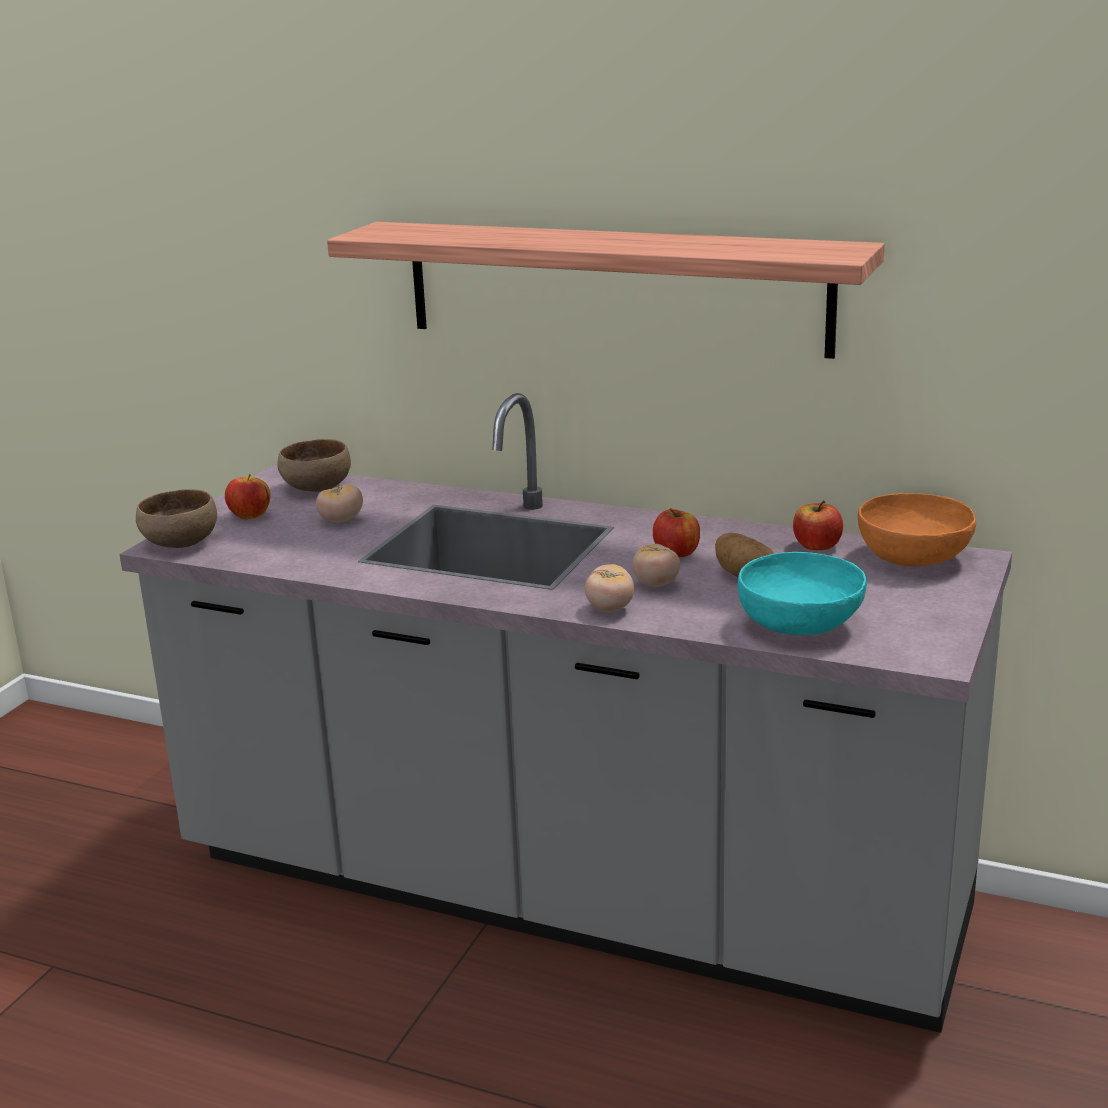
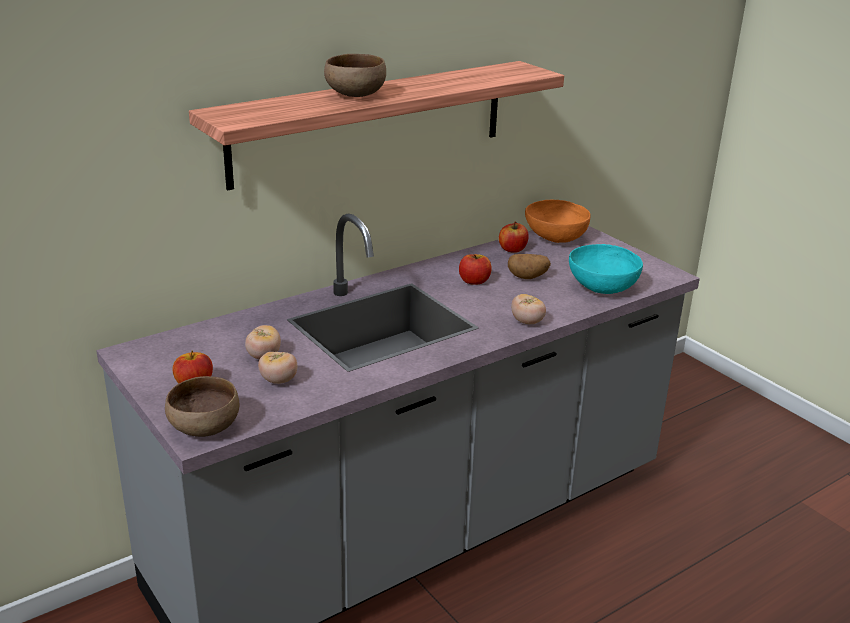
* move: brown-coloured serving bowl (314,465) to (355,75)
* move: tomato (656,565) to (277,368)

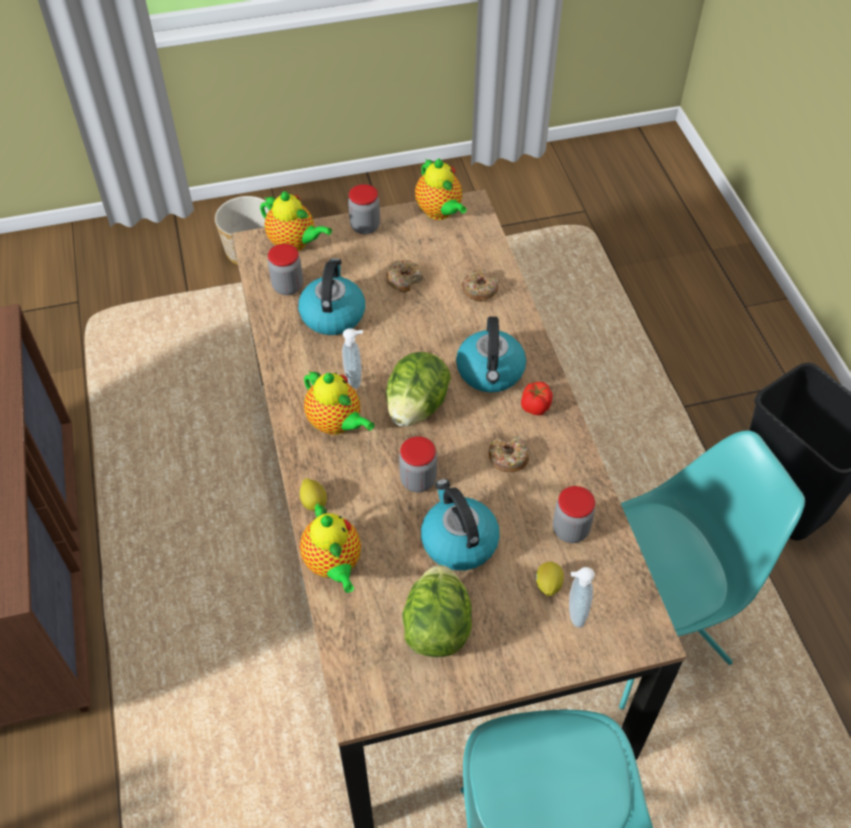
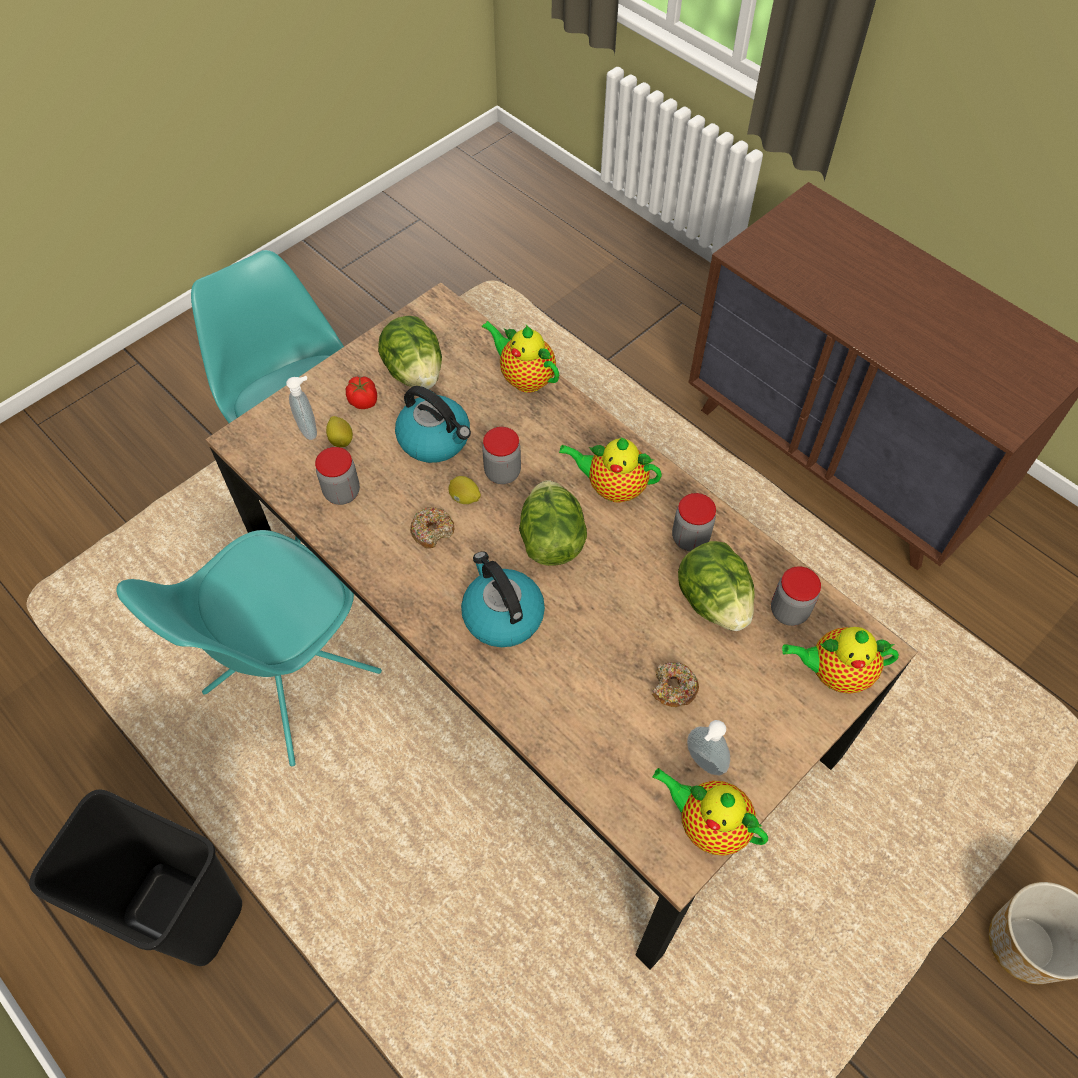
* delete: ring doughnut (480,285)
* move: lemon (313,494) to (464,490)
* move: soap dispenser (352,358) to (708,747)
* move: jar (364,209) to (694,522)
* move: tomato (537,398) to (361,393)
* replace: water kettle (331,296) to lettuce head (716,586)

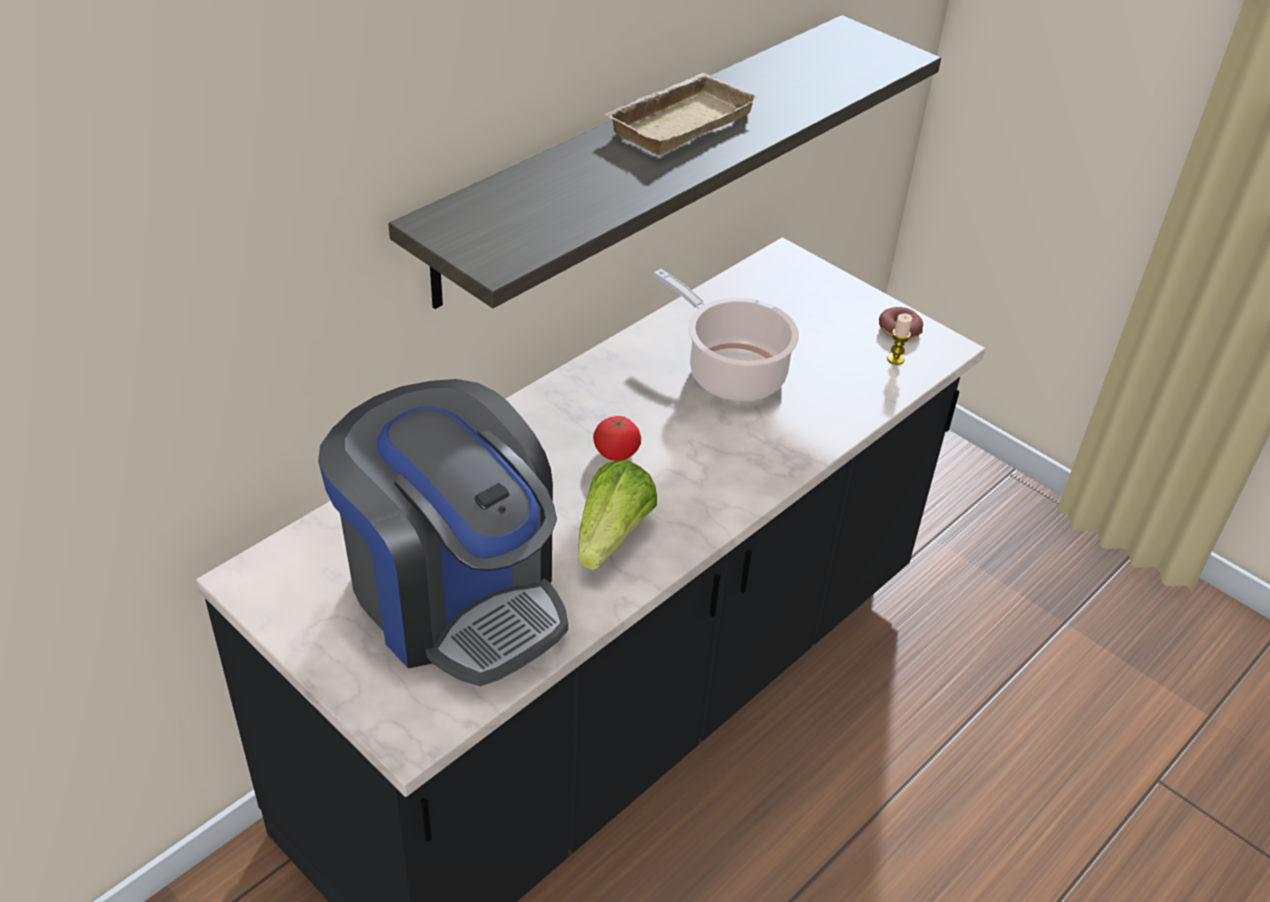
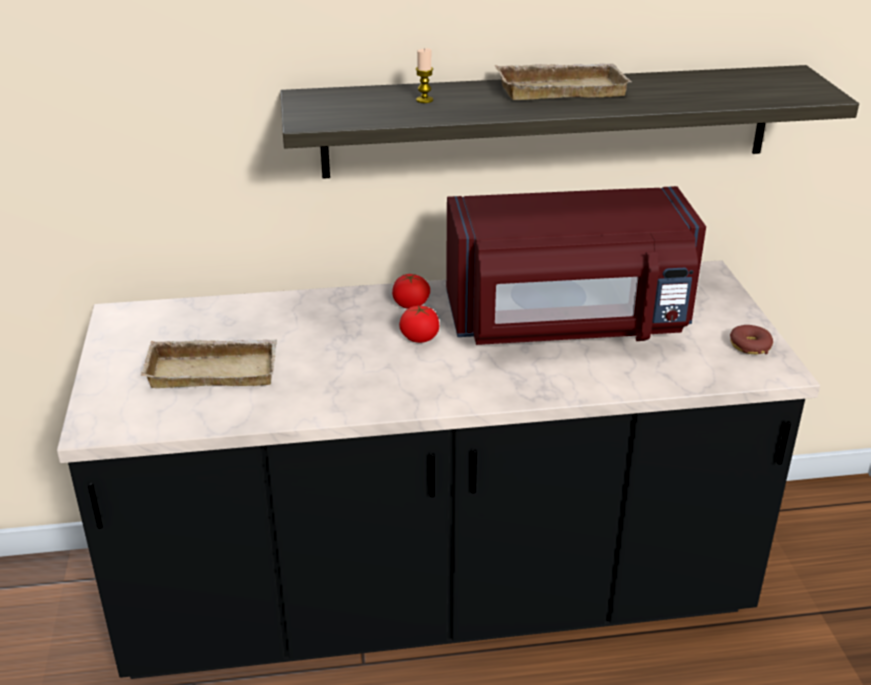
* delete: lettuce head (617,515)
* insert: tomato (411,291)
* move: wax light (899,339) to (424,75)
* replace: coffee maker (443,532) to beige-coloured serving tray (209,363)
* replace: stockpot (726,335) to reddish microwave oven (576,265)

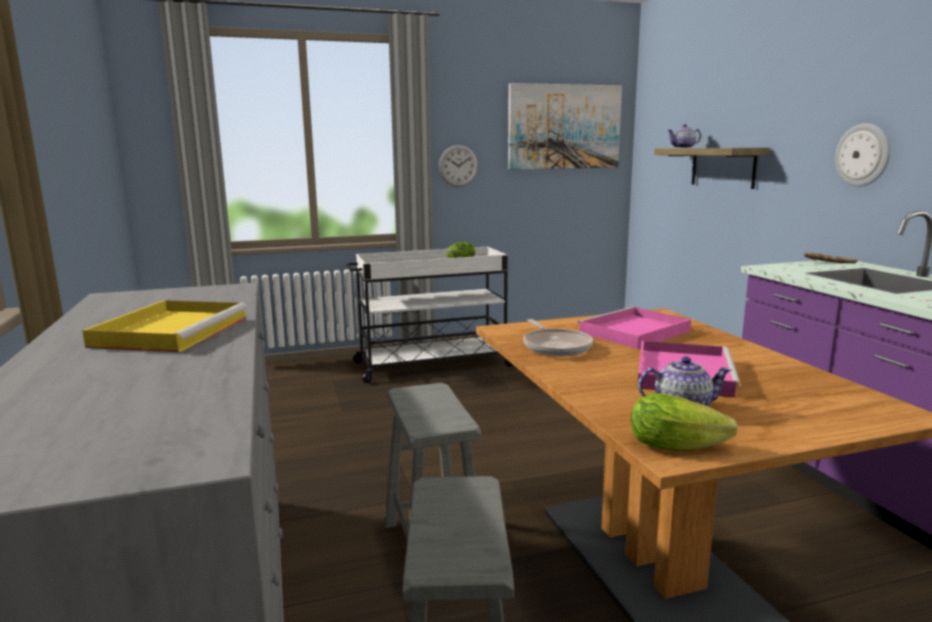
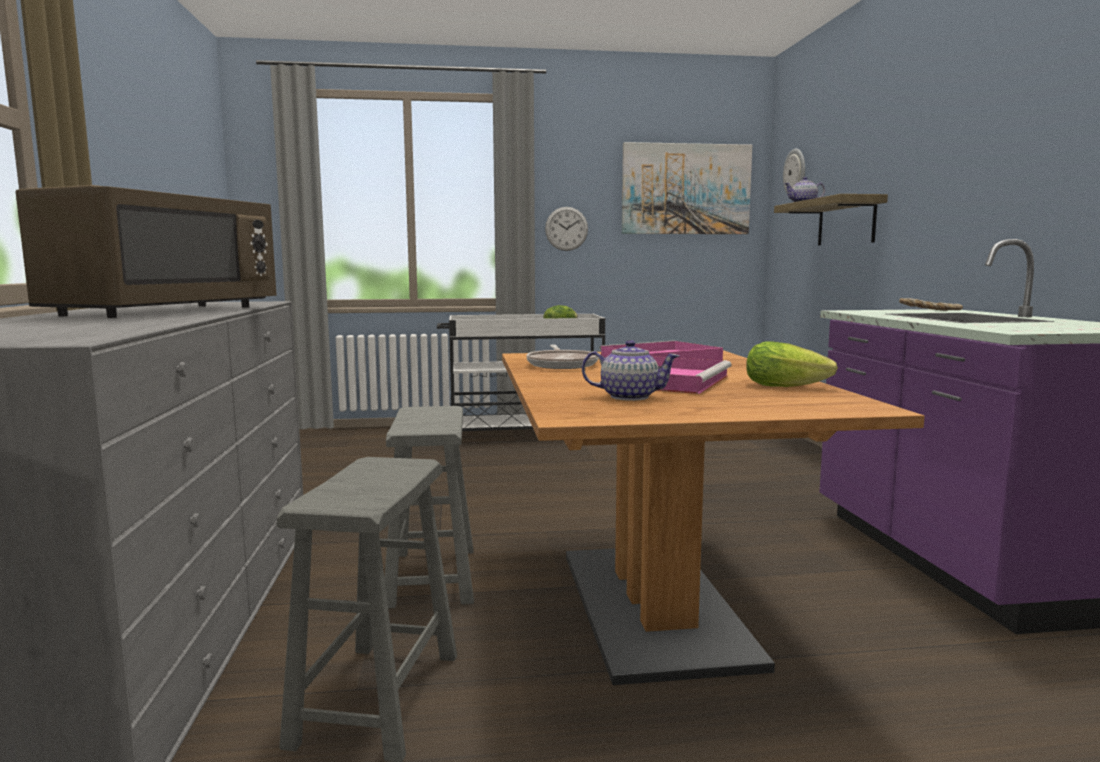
* move: lettuce head (684,422) to (792,364)
* move: clock on the wall (862,155) to (794,171)
* replace: yellowish serving tray (165,326) to brown-coloured microwave oven (146,251)

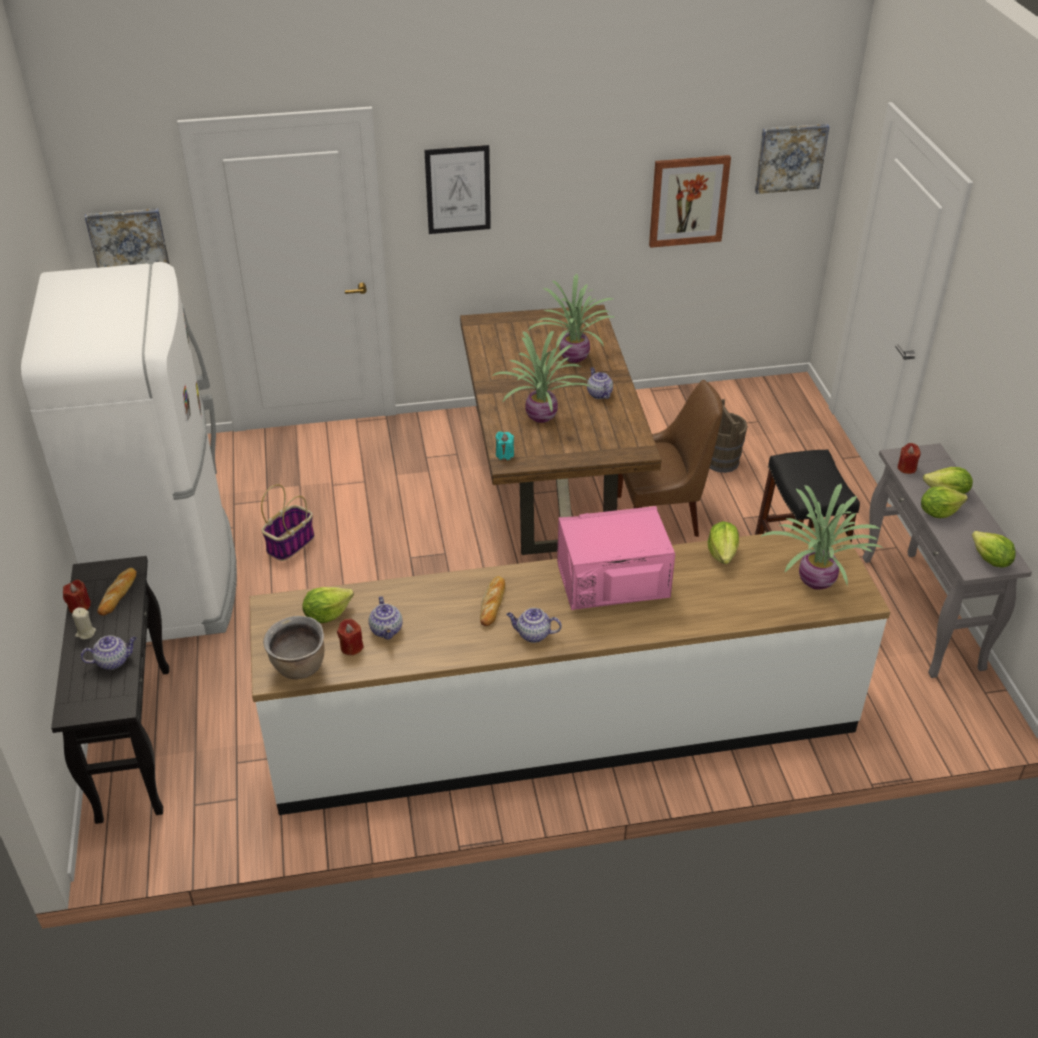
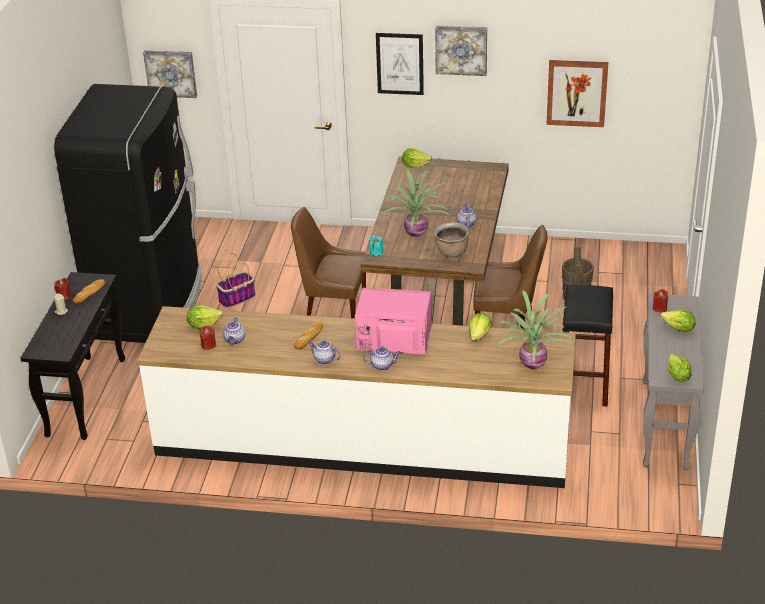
* delete: houseplant (572,318)
* insert: brown-coloured plain chair (328,263)
* move: tea pot (108,652) to (382,358)
* move: brown-coloured stockpot (294,647) to (451,239)
* move: picture (792,159) to (461,50)
* move: lettuce head (944,502) to (417,158)
* recolor: whitish kitchen fridge (128,452) to black kitchen fridge (127,213)

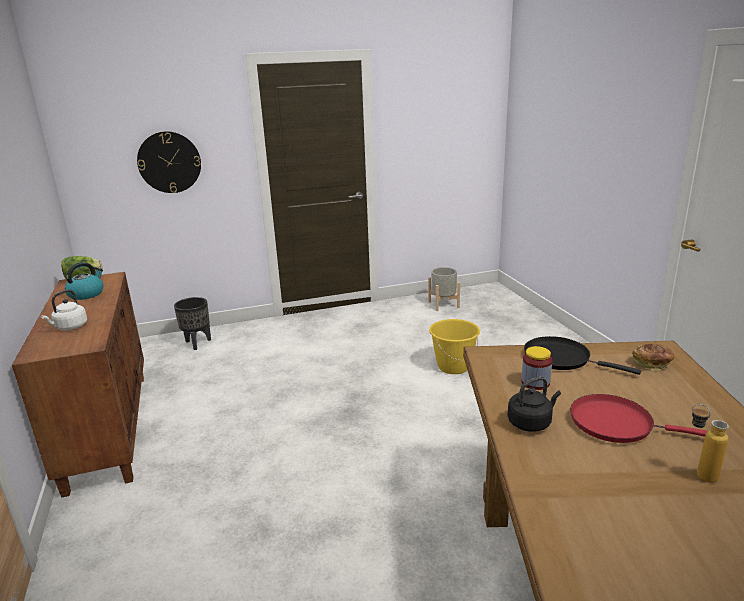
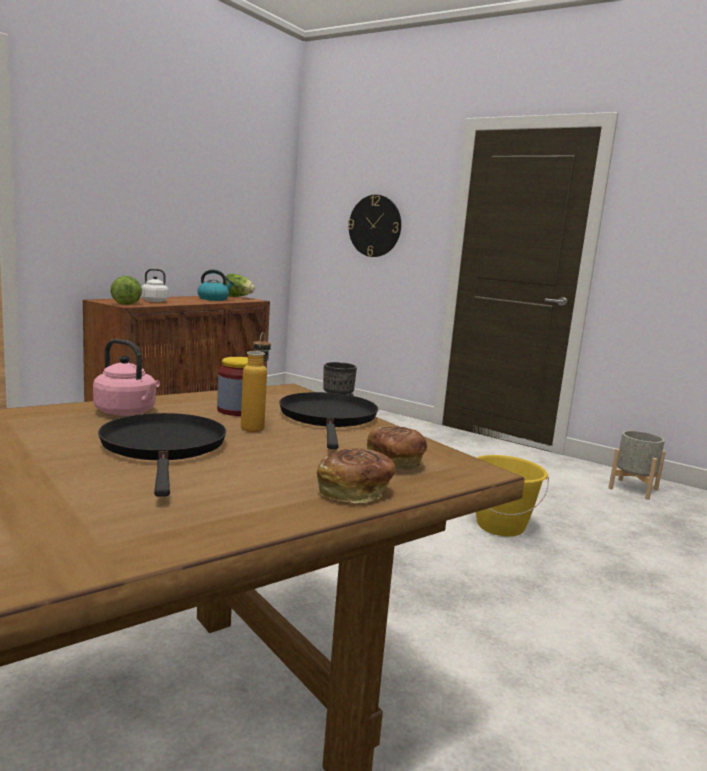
* insert: lettuce head (126,290)
* insert: bakery bread (356,475)
* move: beverage bottle (710,443) to (256,382)
* recolor: black water kettle (534,404) to pink water kettle (126,377)
* recolor: reddish pan (638,418) to black pan (162,455)

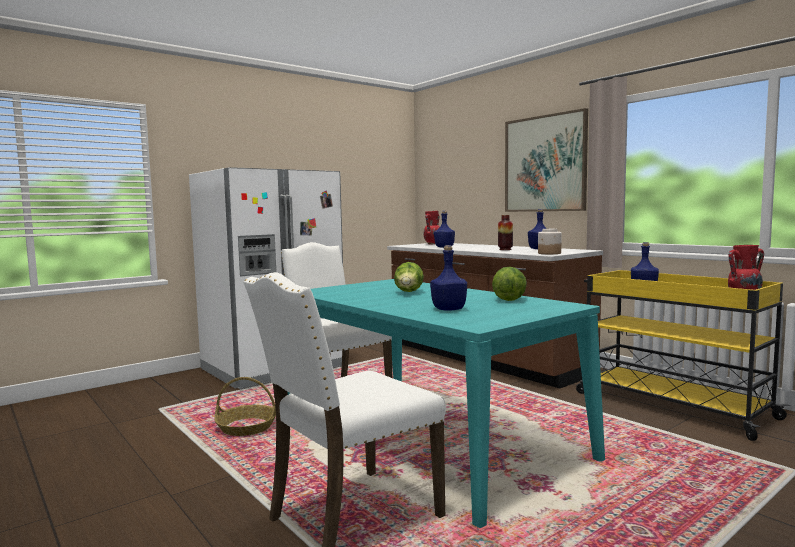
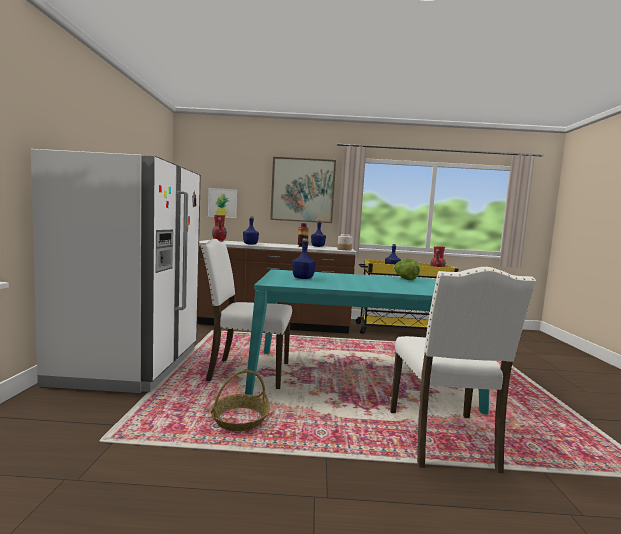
* delete: lettuce head (409,277)
* insert: picture (222,203)
* move: blue beverage bottle (448,278) to (304,258)

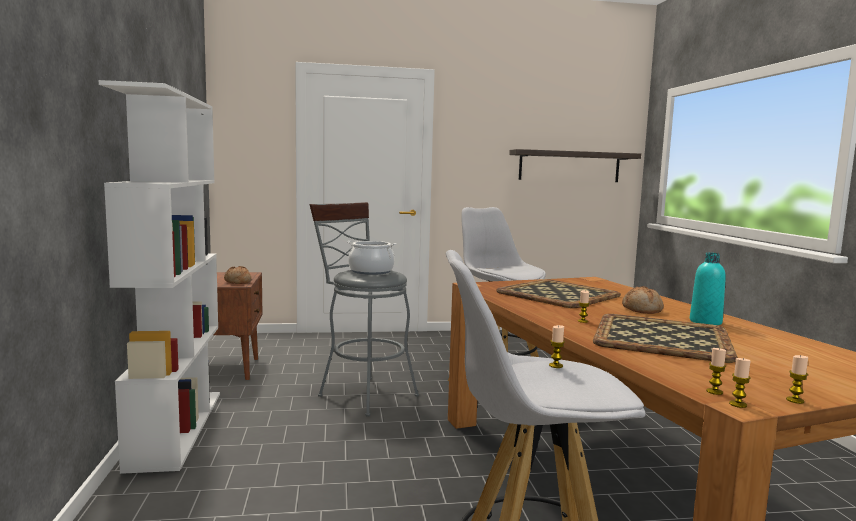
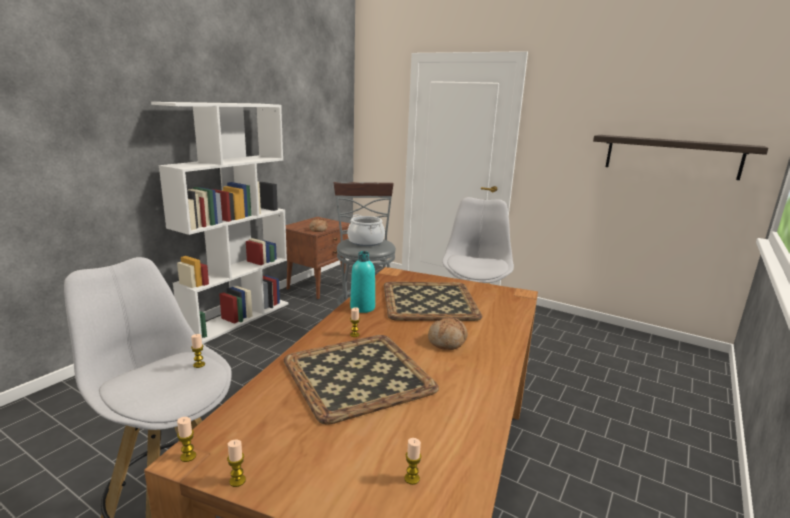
* move: turquoise beverage bottle (708,289) to (362,282)
* move: wax light (716,371) to (413,461)

